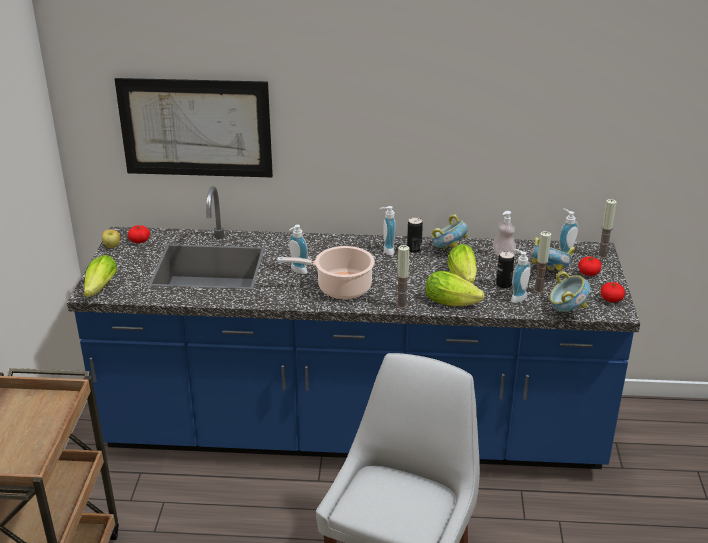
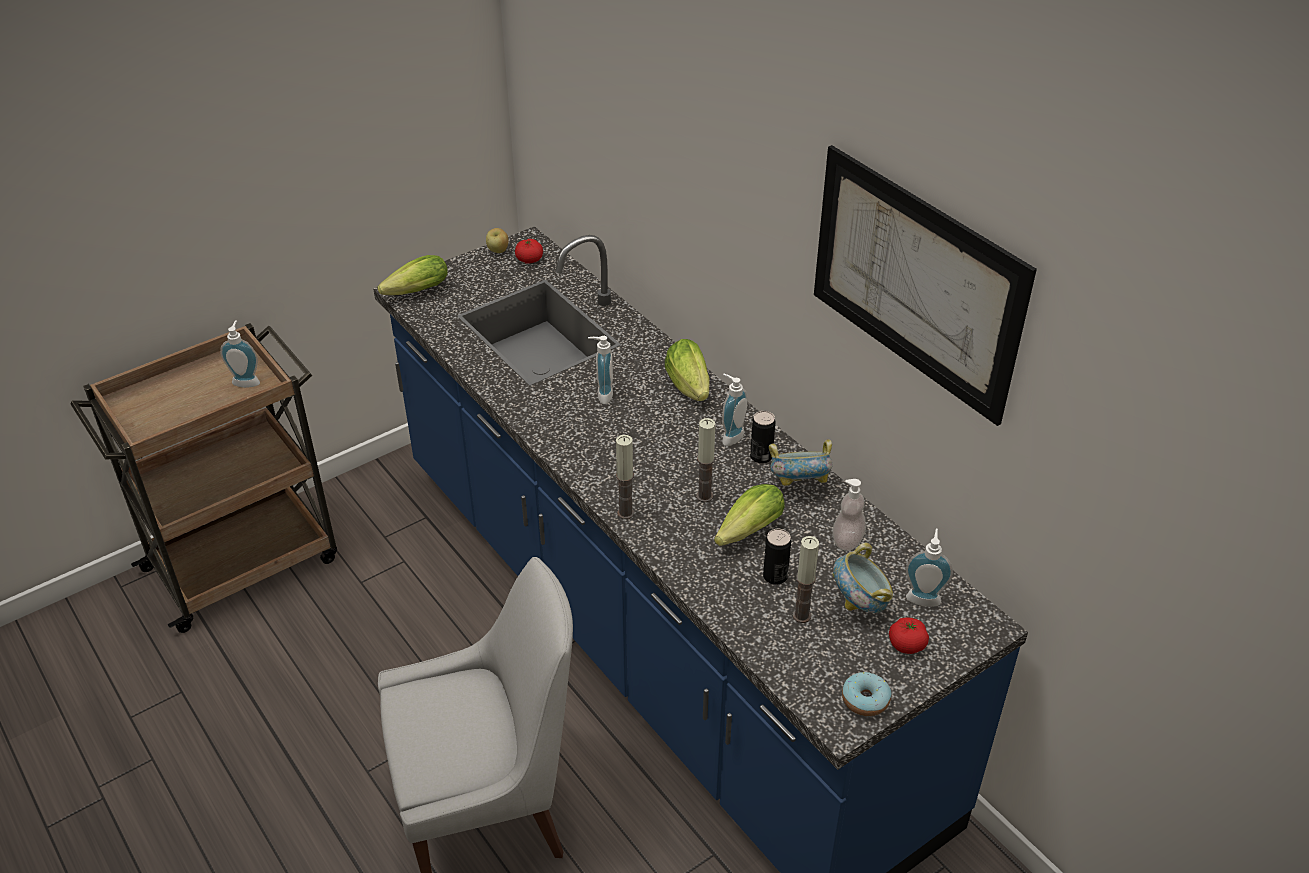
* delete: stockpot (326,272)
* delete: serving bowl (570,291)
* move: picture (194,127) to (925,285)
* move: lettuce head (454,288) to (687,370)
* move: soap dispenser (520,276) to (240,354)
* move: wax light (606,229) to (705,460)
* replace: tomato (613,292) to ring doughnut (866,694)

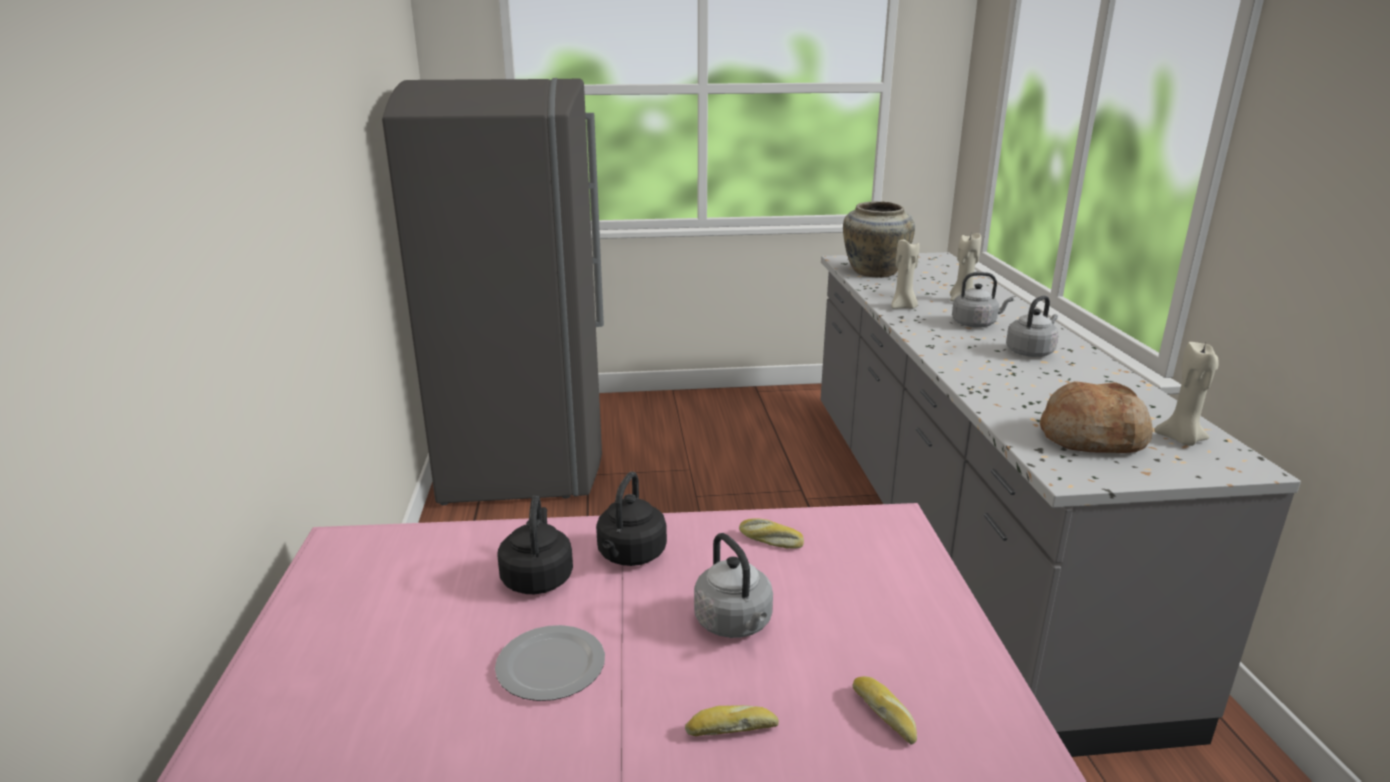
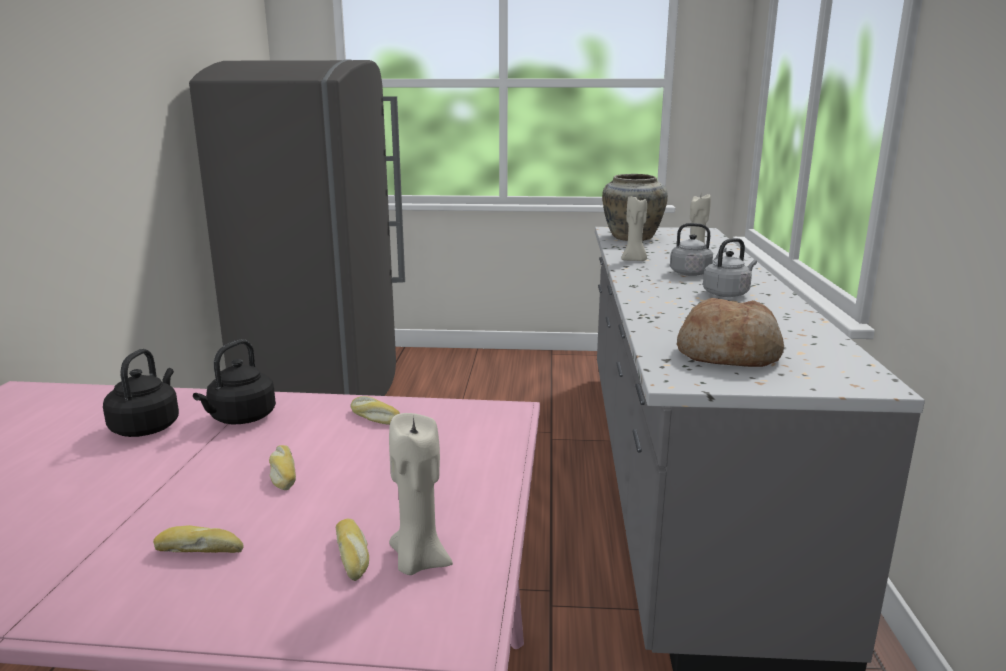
* delete: plate (550,663)
* move: beige-coloured wax light (1186,394) to (421,494)
* replace: grey water kettle (733,585) to bakery bread (282,467)

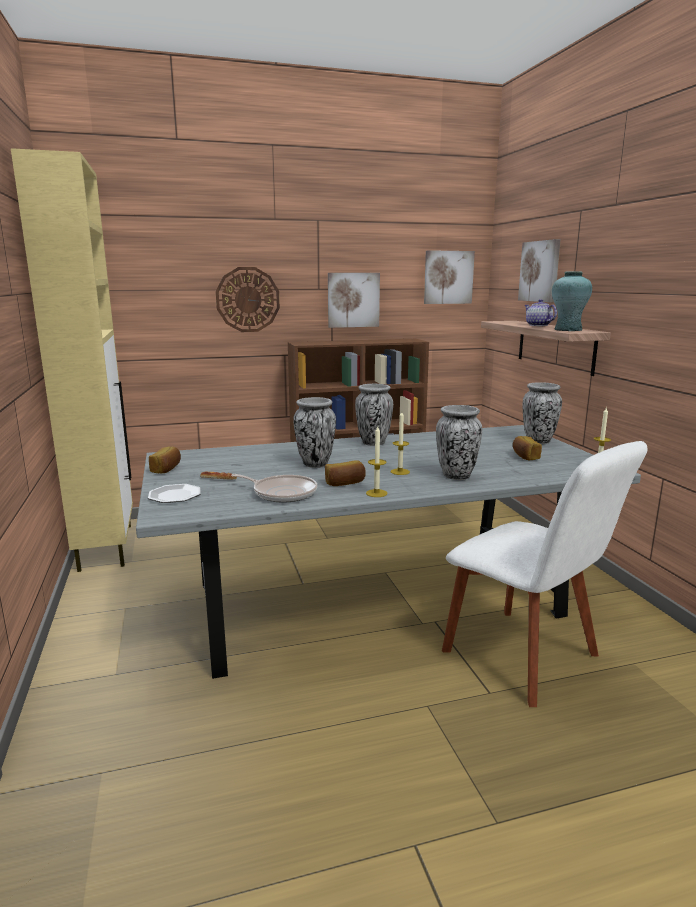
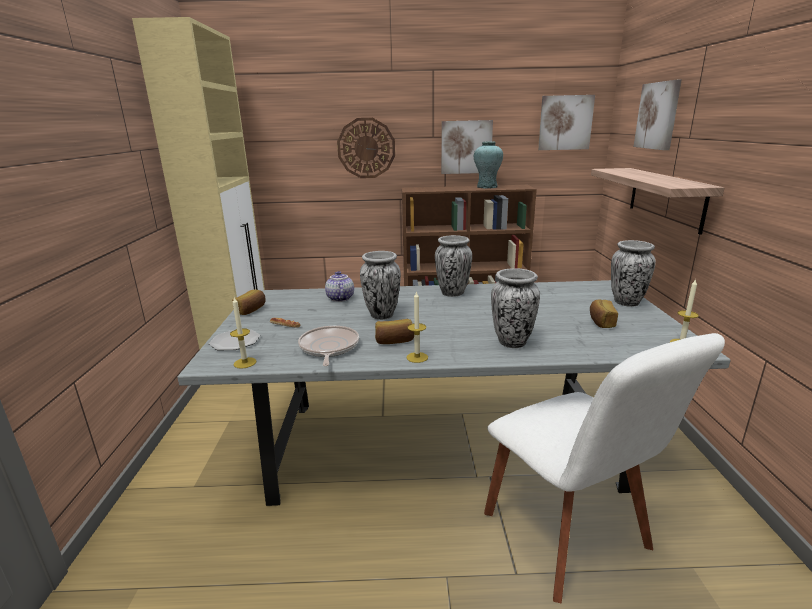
* move: wax light (400,443) to (243,333)
* move: tea pot (540,312) to (339,286)
* move: turquoise vase (572,301) to (488,165)
* rotate: pan (274,488) = (328,346) 135 degrees counterclockwise

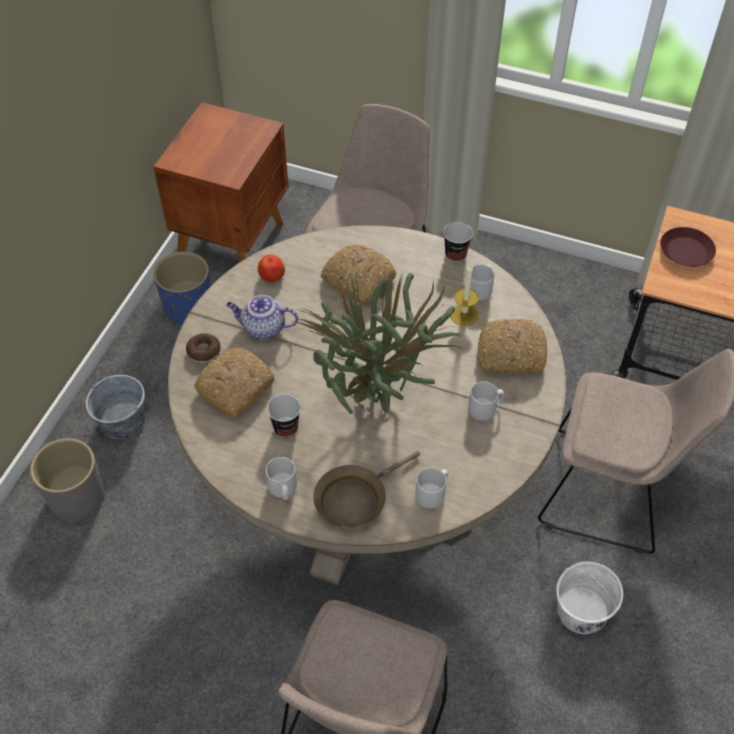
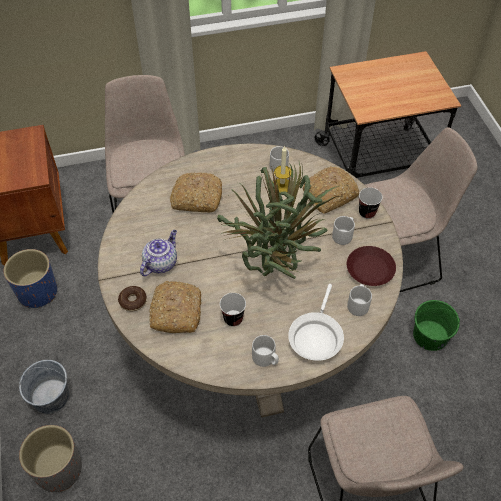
* delete: whole apple (271,268)
* move: small cup (458,242) to (371,203)
* move: brown-coloured plate (688,247) to (371,266)
* recolor: brown-coloured pan (366,489) to whitish pan (316,322)
* recolor: whitish pail (589,597) to greenish pail (436,325)
* rotate: tea pot (262,317) = (158,253) 150 degrees clockwise

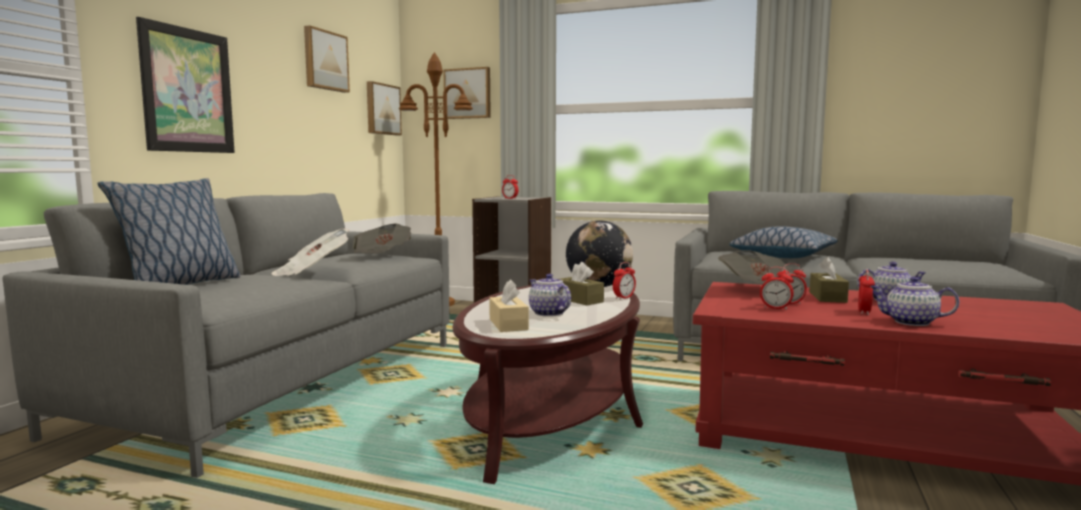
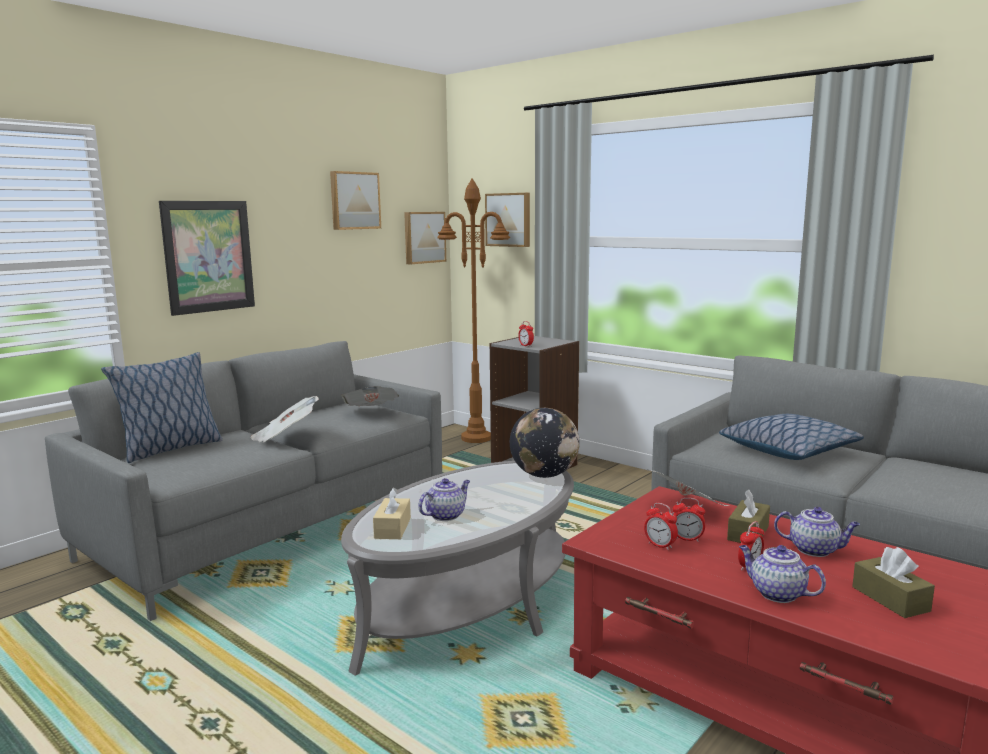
* delete: bedside clock (624,280)
* move: brown-coloured tissue box (582,283) to (893,582)
* recolor: brown-coloured low table (548,384) to grey low table (457,568)
* rotate: tea pot (550,295) = (444,499) 60 degrees clockwise

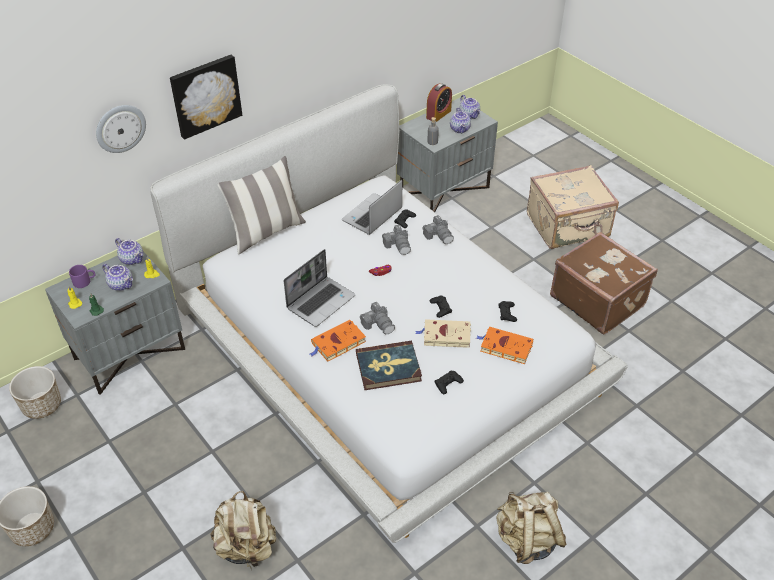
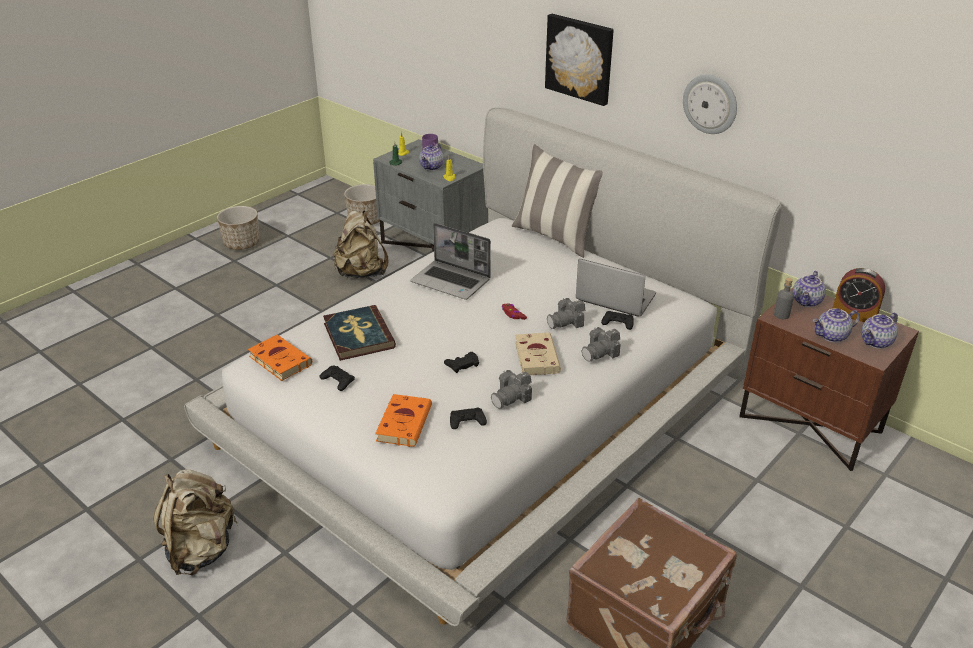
* delete: beige-coloured piece of luggage (573,207)
* move: clock on the wall (121,129) to (710,104)
* move: tea pot (129,251) to (809,289)
* move: beige-coloured rucksack (243,531) to (361,244)
* move: orangey book (338,341) to (280,358)
* move: photo camera (377,318) to (511,389)
* move: beige-coloured book (443,333) to (538,353)
* recolor: grey bedside table (447,154) to brown-coloured bedside table (829,379)

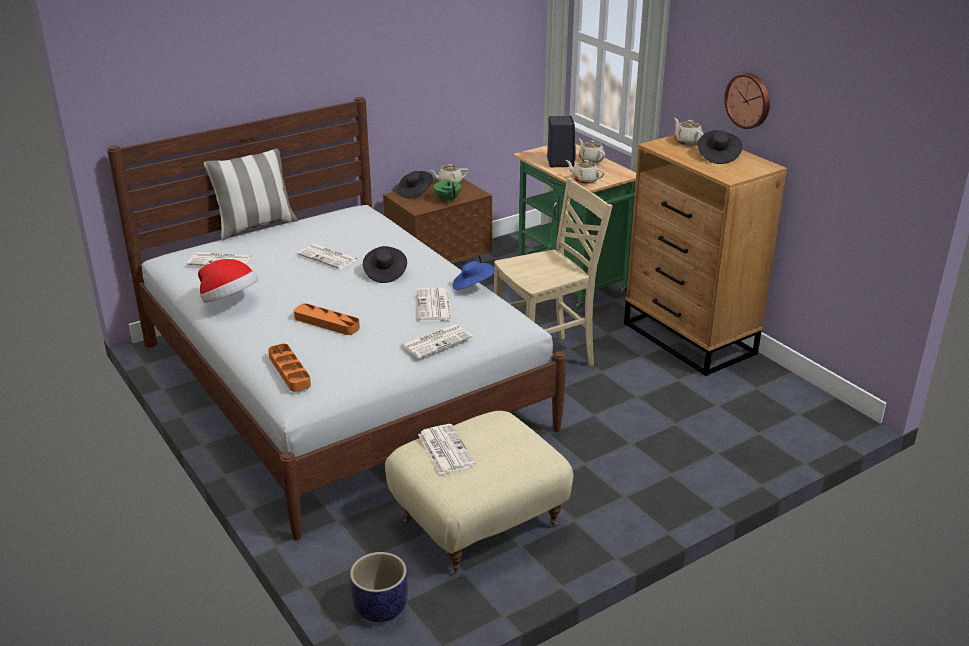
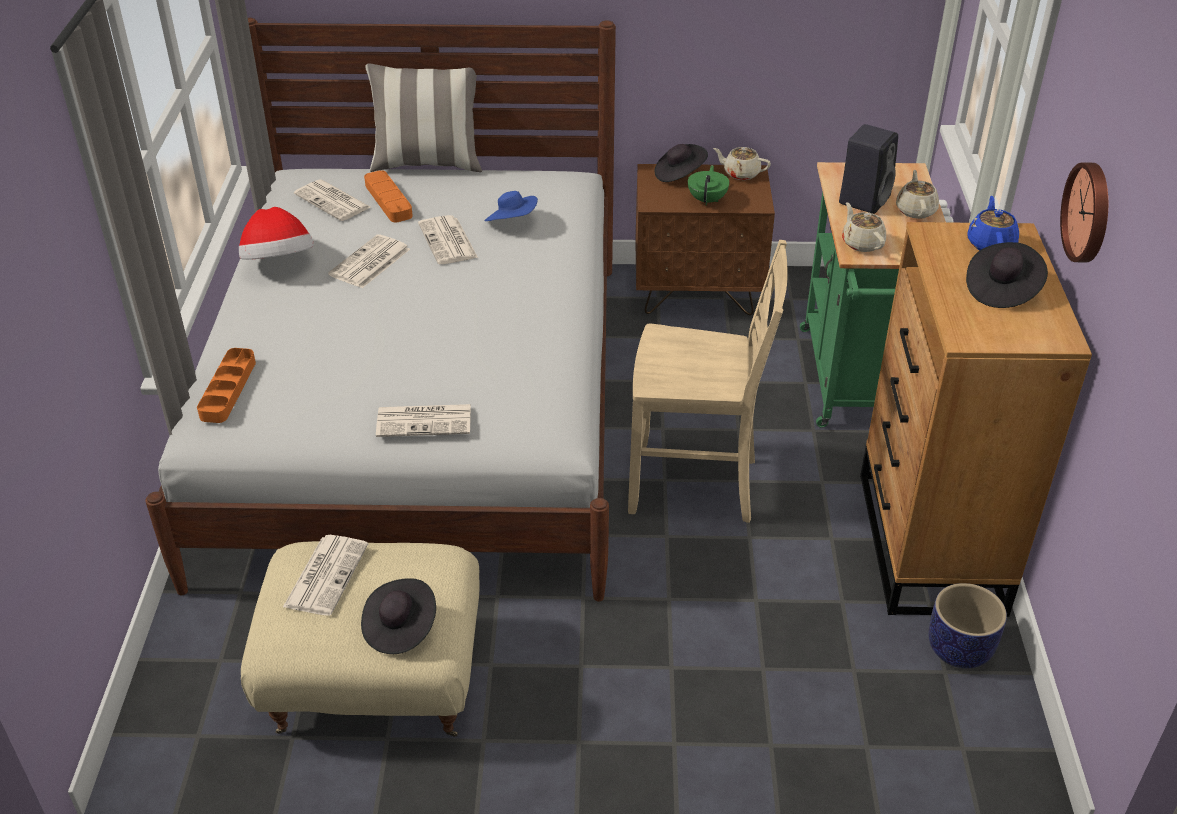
* move: orangey serving tray (327,319) to (388,196)
* move: planter (379,587) to (968,626)
* move: black clothing hat (385,264) to (398,616)
* move: newspaper (434,304) to (369,261)
* move: blue clothing hat (474,275) to (511,206)
* recolor: beige-coloured tea pot (689,132) to blue tea pot (993,223)

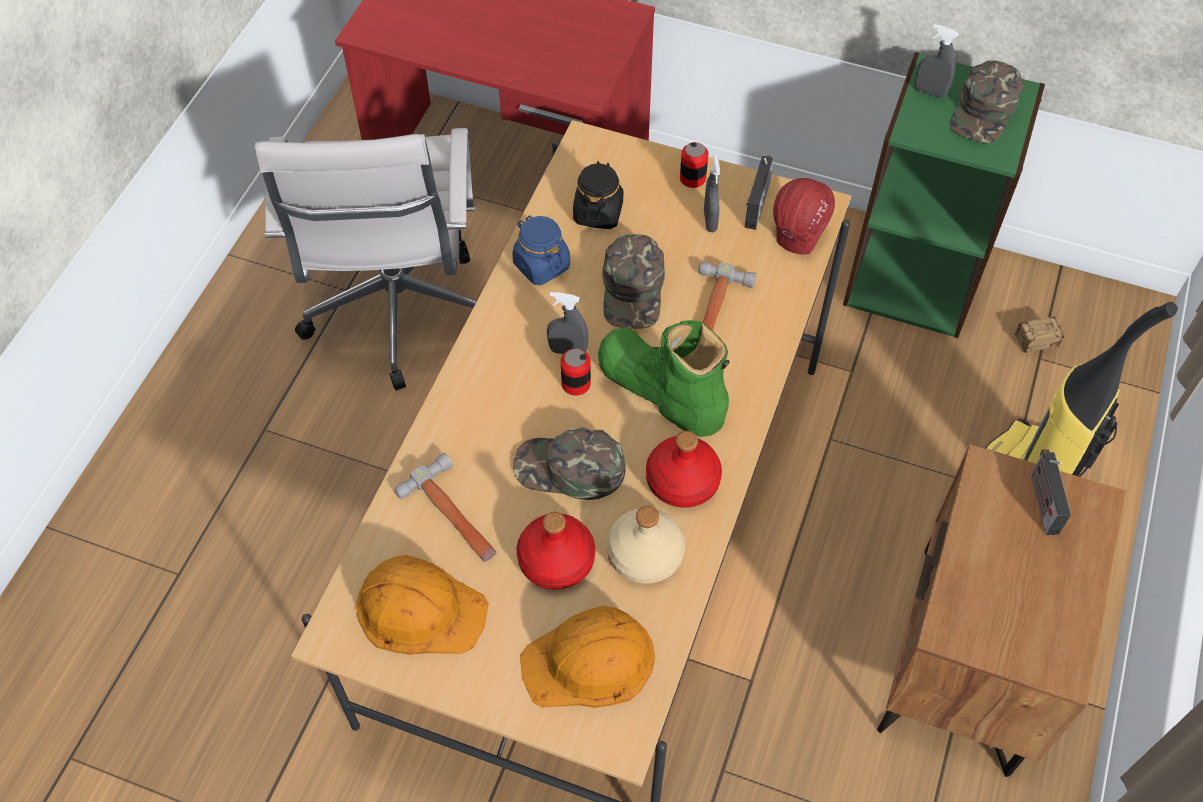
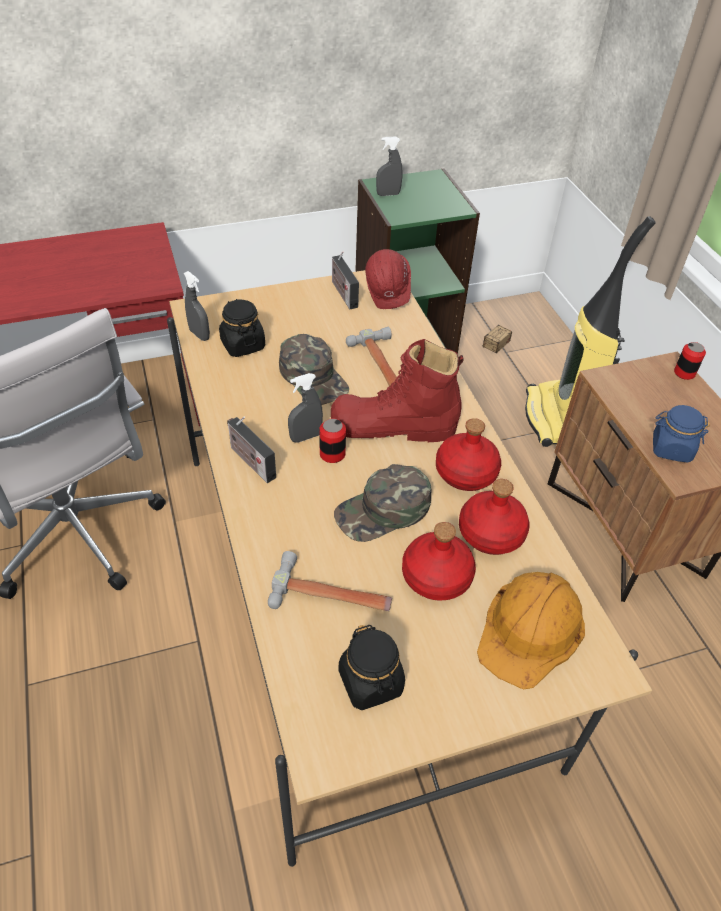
* delete: greenish cap (987,101)
* move: blue jar (541,250) to (681,434)
* move: sealed can (694,165) to (690,361)
* move: grey hand sprayer (712,193) to (197,306)
* move: radio receiver (1051,492) to (251,450)
* replace: orangey safety helmet (422,605) to black jar (371,667)
* recolor: greenish high-top boot (664,378) to reddish high-top boot (397,390)
* recolor: beige-coloured beverage bottle (646,544) to reddish beverage bottle (494,517)

